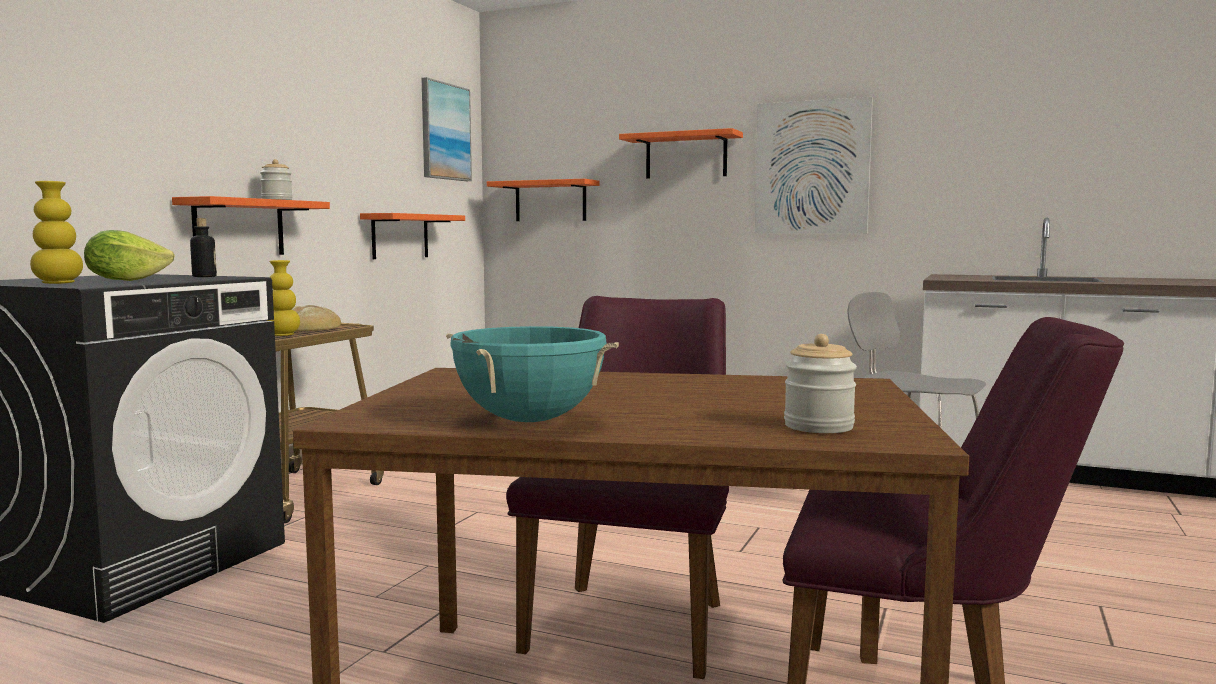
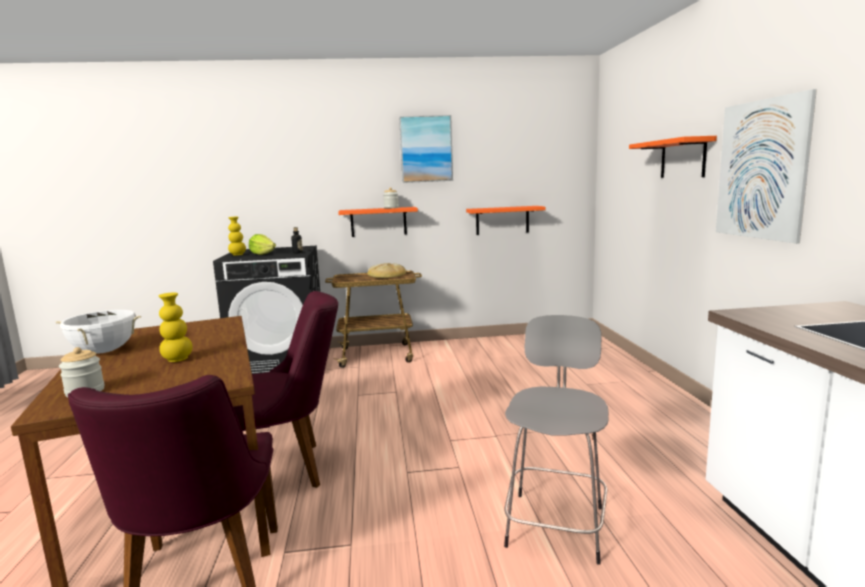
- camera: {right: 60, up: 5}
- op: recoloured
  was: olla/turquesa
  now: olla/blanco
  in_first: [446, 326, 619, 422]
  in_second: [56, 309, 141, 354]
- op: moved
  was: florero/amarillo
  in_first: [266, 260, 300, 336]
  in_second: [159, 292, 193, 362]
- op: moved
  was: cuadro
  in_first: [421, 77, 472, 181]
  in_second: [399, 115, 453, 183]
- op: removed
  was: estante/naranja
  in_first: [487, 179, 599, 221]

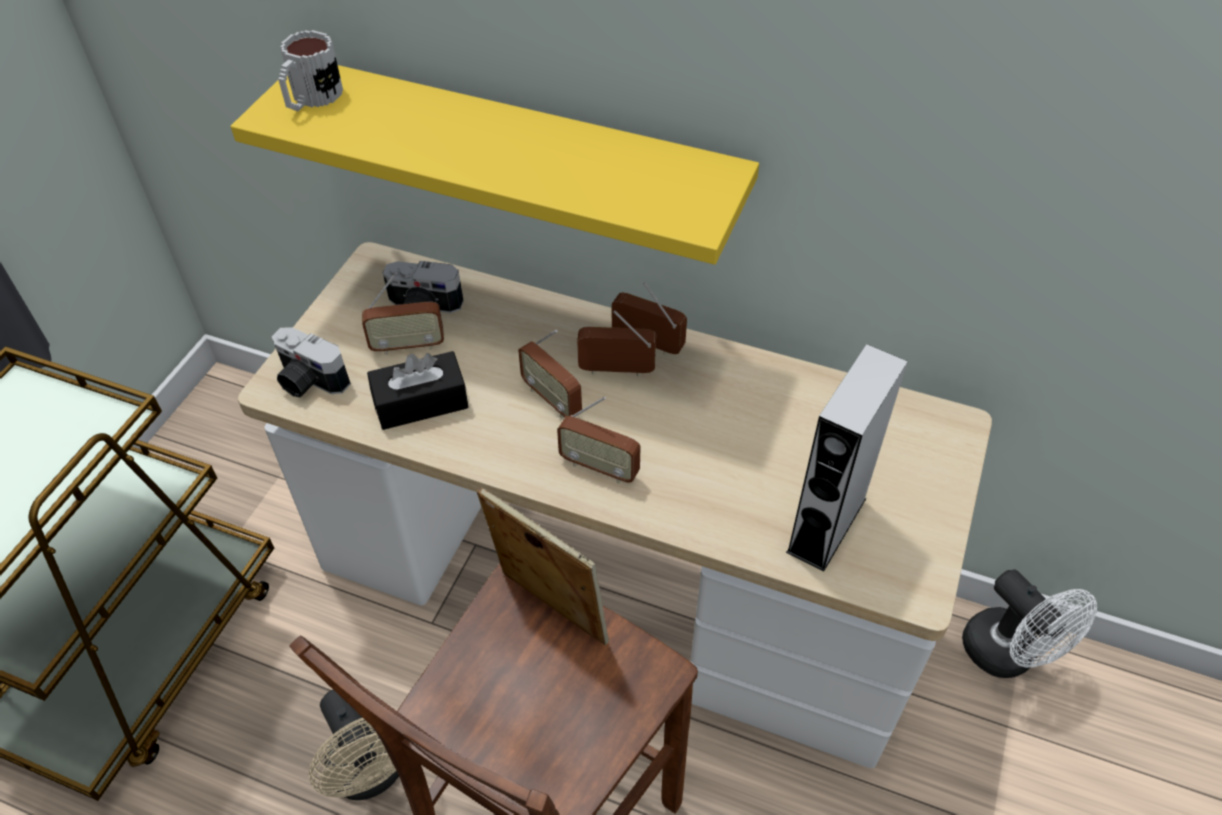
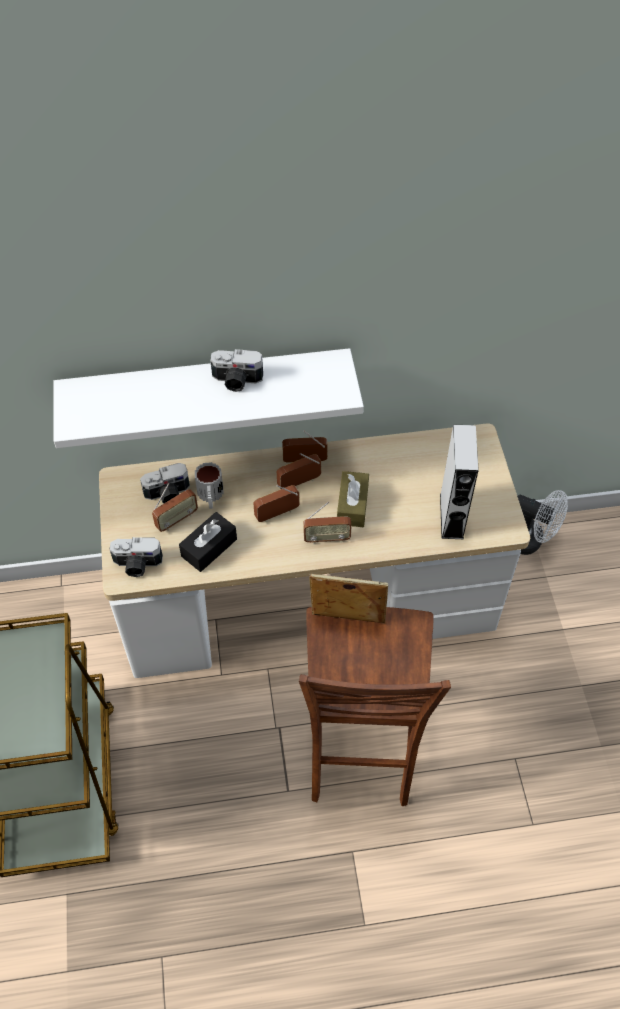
- camera: {right: -30, up: 5}
- op: recoloured
  was: estante/amarillo
  now: estante/blanco
  in_first: [231, 65, 759, 265]
  in_second: [53, 348, 364, 448]
- op: moved
  was: taza grande
  in_first: [278, 30, 343, 111]
  in_second: [195, 462, 224, 509]
- op: added
  now: cámara
  in_second: [210, 349, 263, 392]
- op: turned
  was: radio
  in_first: [518, 330, 582, 418]
  in_second: [253, 485, 300, 522]
  clockwise: 135
- op: added
  now: caja de pañuelos/marrón
  in_second: [337, 471, 369, 527]
- op: removed
  was: ventilador/beis
  in_first: [309, 690, 399, 800]

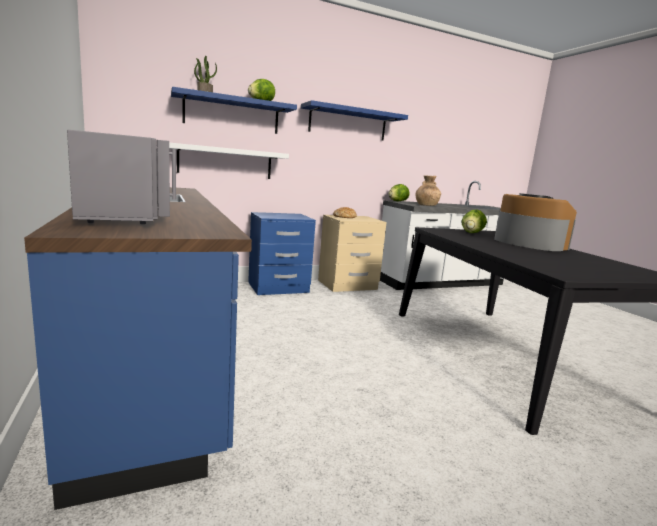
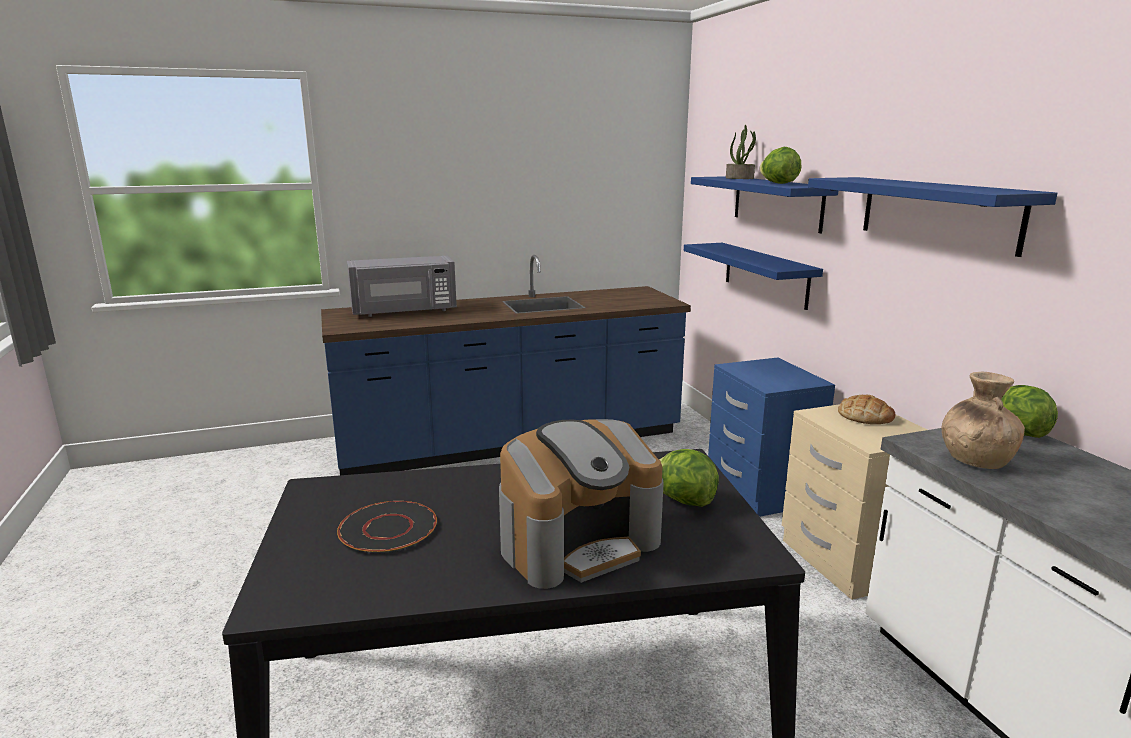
- camera: {right: 95, up: 5}
- op: added
  now: plato/negro
  in_second: [337, 501, 437, 553]
- op: recoloured
  was: estante/blanco
  now: estante/azul
  in_first: [169, 143, 289, 179]
  in_second: [684, 243, 823, 310]

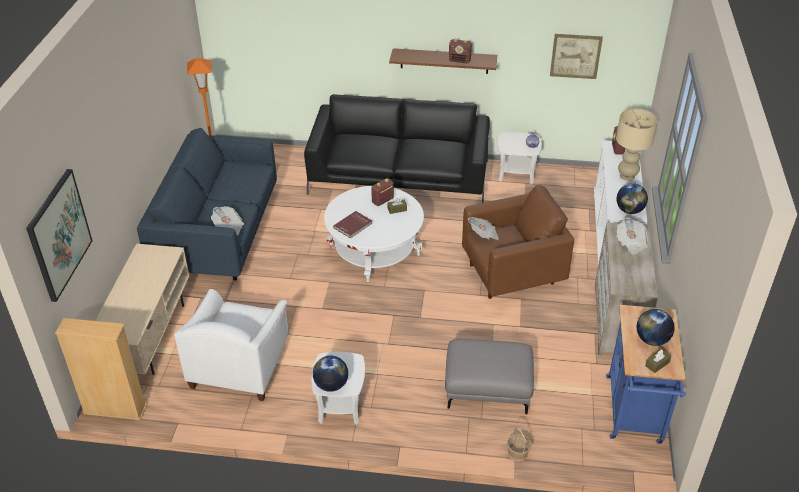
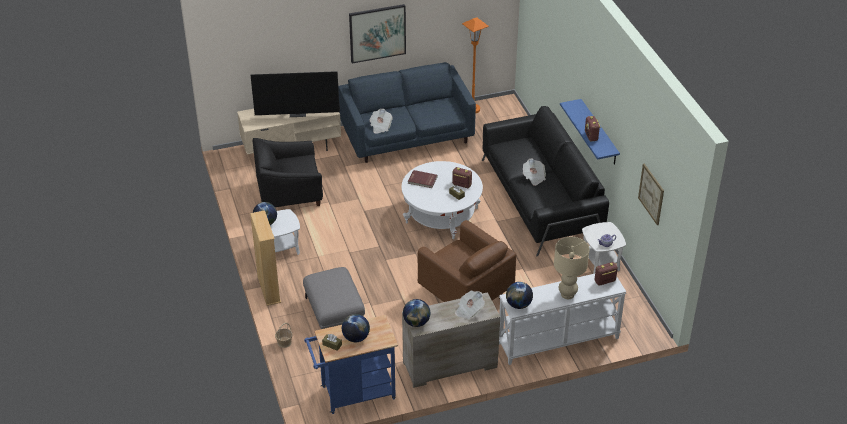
- camera: {right: 65, up: 0}
- op: added
  now: televisor
  in_second: [250, 71, 340, 117]
- op: moved
  was: estantería/beis
  in_first: [55, 318, 147, 420]
  in_second: [250, 210, 281, 306]
- op: recoloured
  was: sillón/blanco
  now: sillón/negro
  in_first: [174, 289, 288, 401]
  in_second: [253, 138, 323, 207]
- op: moved
  was: cuadro
  in_first: [26, 169, 93, 302]
  in_second: [349, 4, 406, 63]
- op: added
  now: globo terráqueo
  in_second: [403, 299, 430, 327]
- op: moved
  was: periódico
  in_first: [468, 217, 499, 240]
  in_second: [523, 158, 546, 186]
- op: recoloured
  was: estante/marrón
  now: estante/azul
  in_first: [389, 48, 497, 74]
  in_second: [560, 99, 620, 165]

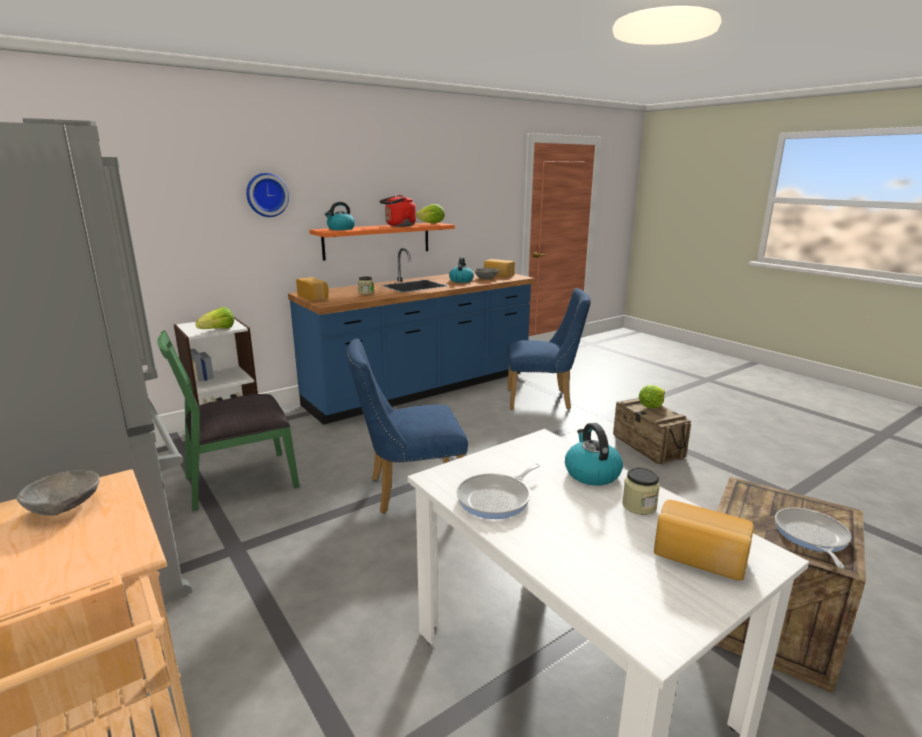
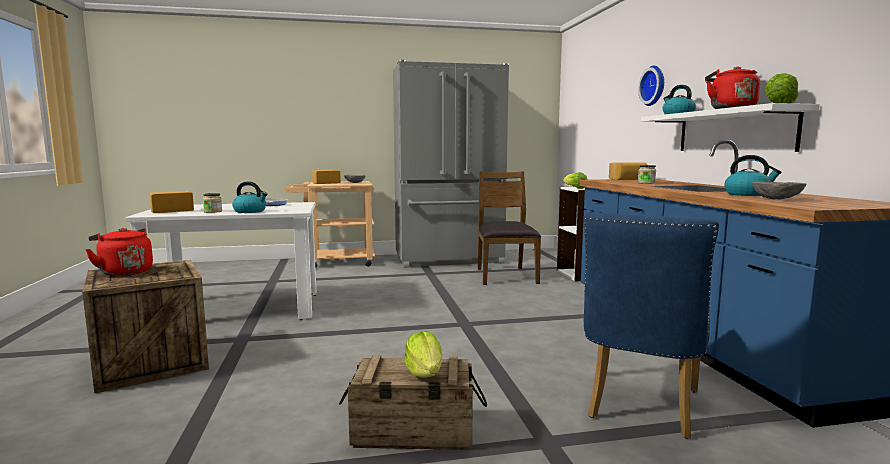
- camera: {right: 115, up: -10}
- op: replaced
  was: sartén
  now: hervidor/rojo
  in_first: [775, 508, 852, 569]
  in_second: [85, 228, 153, 276]
- op: moved
  was: pan
  in_first: [484, 259, 515, 277]
  in_second: [312, 170, 341, 184]
- op: recoloured
  was: silla/verde
  now: silla/marrón
  in_first: [157, 330, 299, 511]
  in_second: [478, 171, 541, 285]
- op: recoloured
  was: estante/naranja
  now: estante/blanco
  in_first: [309, 223, 455, 261]
  in_second: [641, 103, 820, 152]
- op: removed
  was: silla/azul
  in_first: [347, 338, 468, 514]

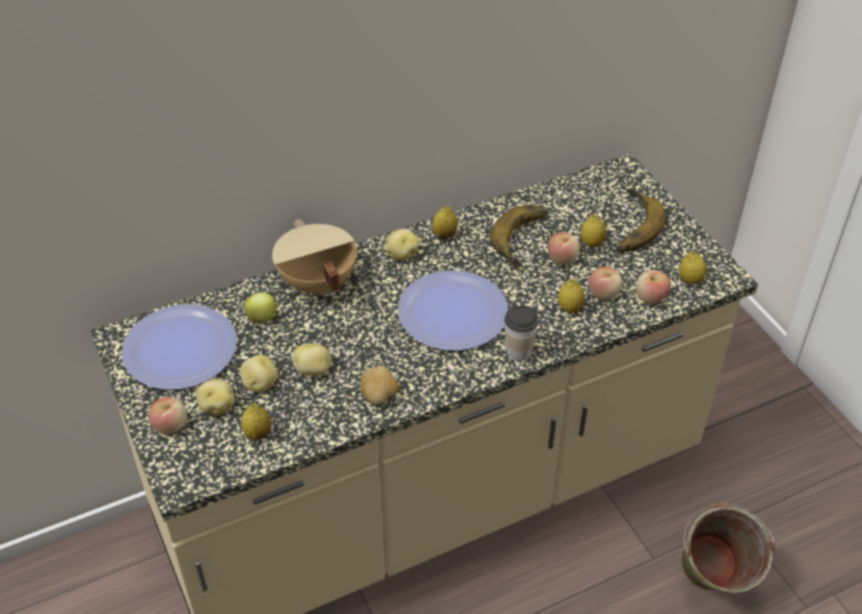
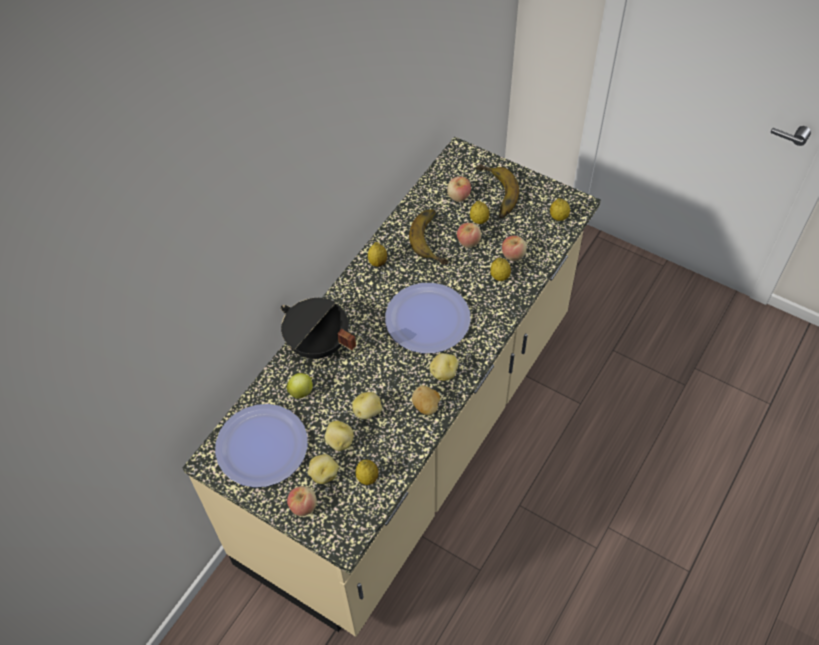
- camera: {right: -30, up: 10}
- op: recoloured
  was: olla/beis
  now: olla/negro
  in_first: [272, 219, 357, 295]
  in_second: [281, 298, 356, 359]
- op: moved
  was: patata
  in_first: [385, 229, 419, 260]
  in_second: [429, 353, 459, 381]
- op: moved
  was: manzana
  in_first: [636, 270, 670, 304]
  in_second: [447, 176, 471, 202]
- op: removed
  was: taza
  in_first: [504, 306, 538, 361]
- op: removed
  was: cubo/verde
  in_first: [680, 503, 776, 593]

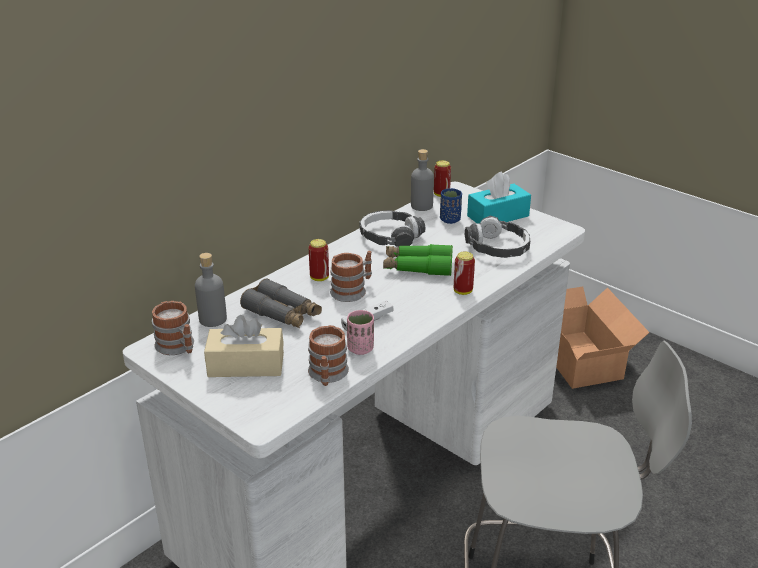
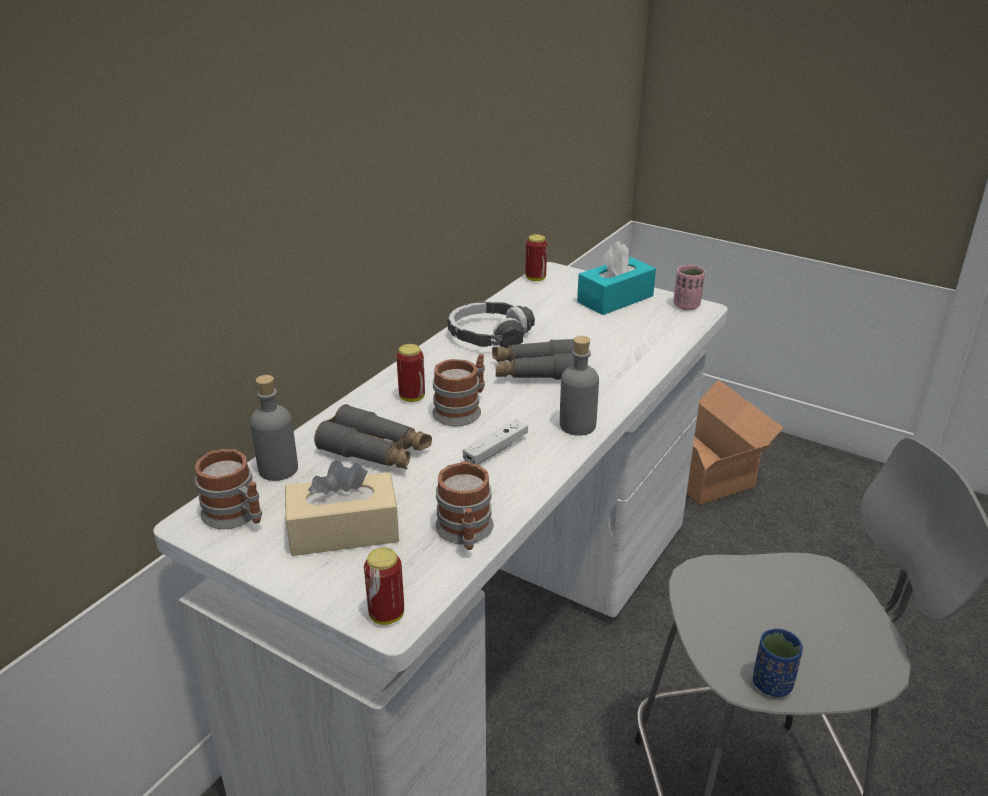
- camera: {right: -10, up: 0}
- op: moved
  was: lata
  in_first: [454, 251, 475, 295]
  in_second: [364, 547, 404, 625]
- op: recoloured
  was: prismáticos/verde
  now: prismáticos/gris
  in_first: [383, 244, 453, 276]
  in_second: [492, 339, 574, 380]
- op: moved
  was: botella/gris
  in_first: [411, 149, 434, 211]
  in_second: [560, 336, 599, 436]
- op: moved
  was: taza/rosa
  in_first: [347, 310, 374, 355]
  in_second: [674, 265, 705, 310]
- op: moved
  was: taza/azul
  in_first: [440, 188, 462, 224]
  in_second: [753, 628, 803, 697]
- op: removed
  was: auriculares
  in_first: [465, 215, 531, 258]

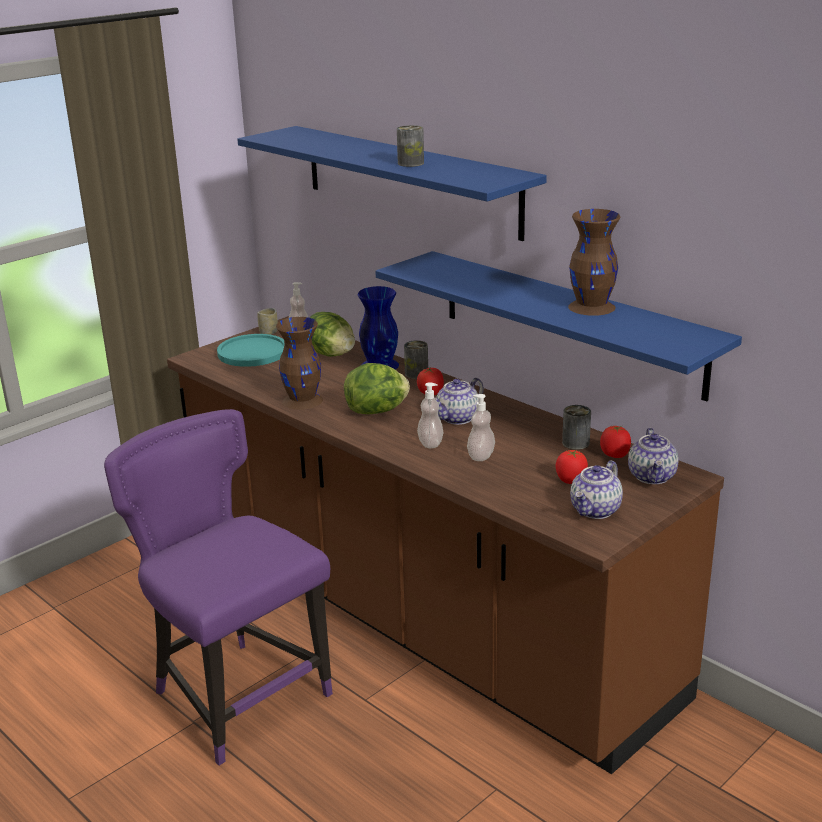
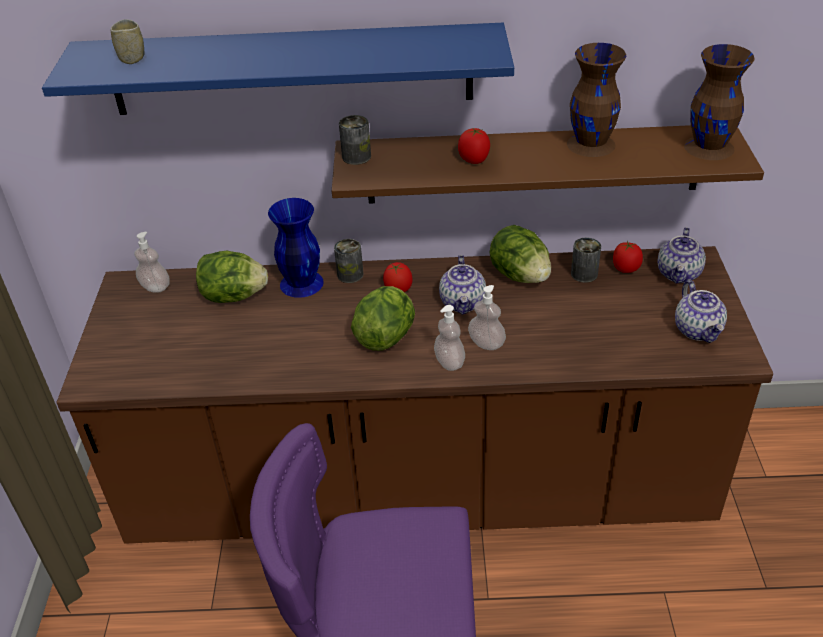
- camera: {right: -45, up: 15}
- op: moved
  was: taza
  in_first: [257, 308, 278, 335]
  in_second: [111, 19, 144, 64]
- op: recoloured
  was: estante/azul
  now: estante/marrón
  in_first: [375, 251, 742, 401]
  in_second: [332, 125, 764, 204]
- op: moved
  was: lata
  in_first: [397, 125, 424, 167]
  in_second: [339, 115, 371, 165]
- op: moved
  was: dispensador de jabón
  in_first: [467, 394, 495, 461]
  in_second: [434, 305, 465, 371]
- op: moved
  was: tomate
  in_first: [556, 450, 588, 484]
  in_second: [458, 128, 490, 164]
- op: added
  now: lechuga
  in_second: [490, 225, 551, 283]
- op: turned
  was: tetera
  in_first: [628, 428, 678, 484]
  in_second: [658, 227, 706, 284]
  clockwise: 60
- op: moved
  was: florero/marrón
  in_first: [276, 317, 323, 410]
  in_second: [684, 44, 755, 160]
- op: removed
  was: plato/turquesa
  in_first: [217, 334, 284, 367]

